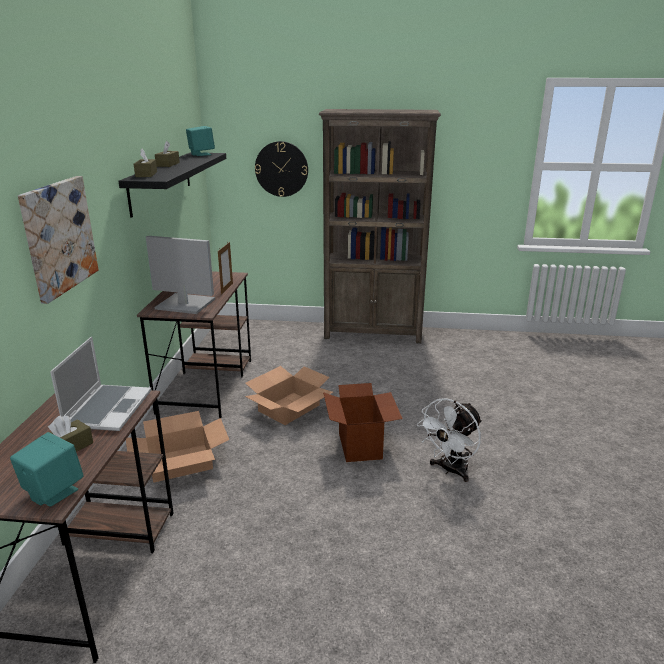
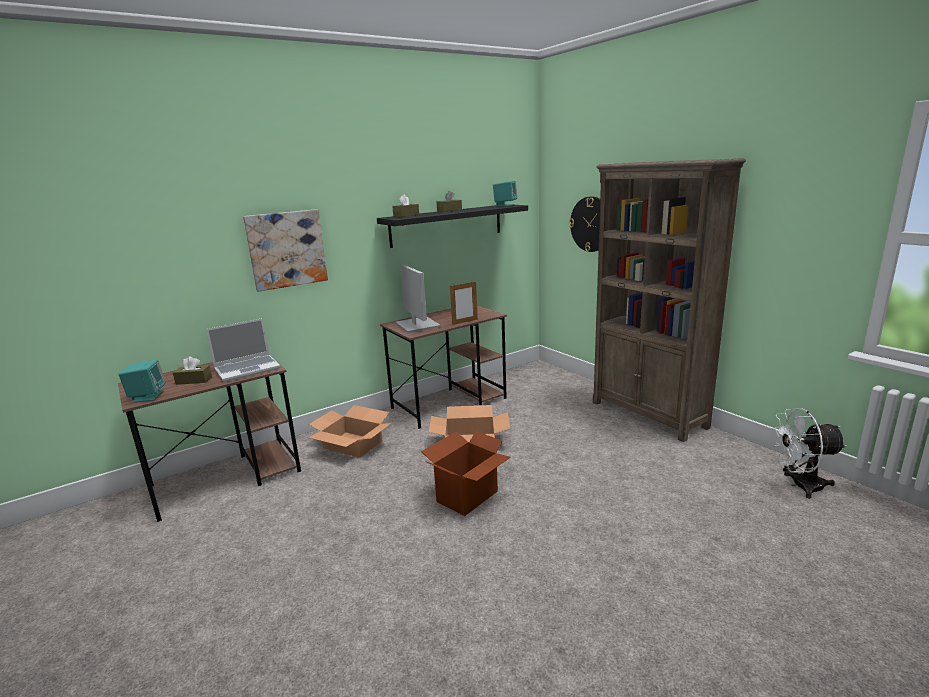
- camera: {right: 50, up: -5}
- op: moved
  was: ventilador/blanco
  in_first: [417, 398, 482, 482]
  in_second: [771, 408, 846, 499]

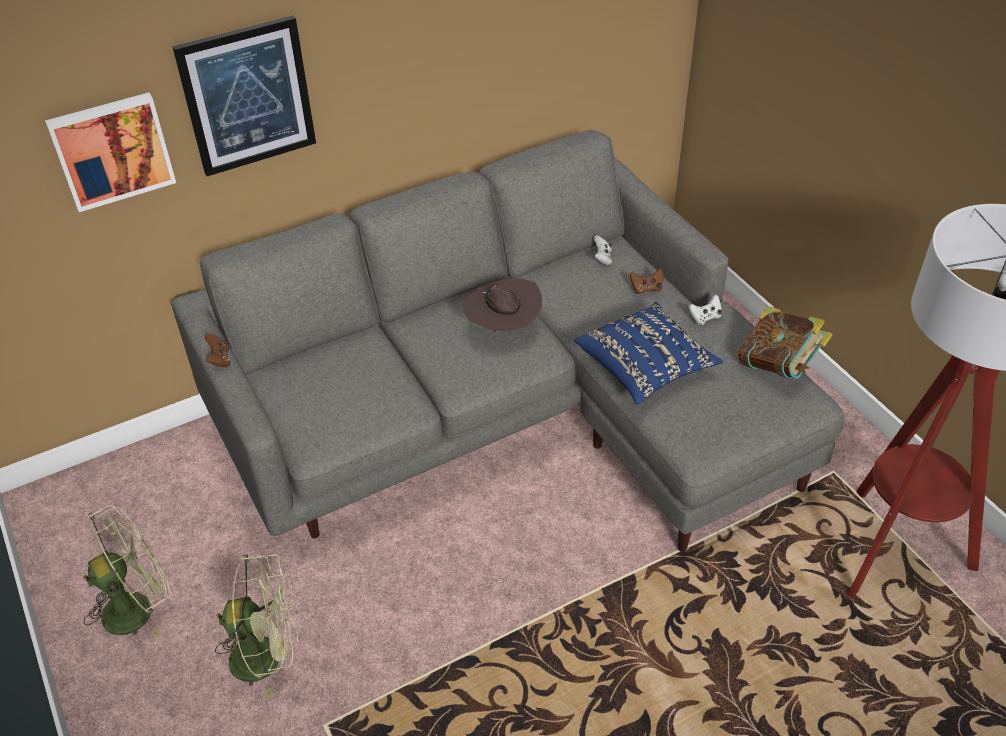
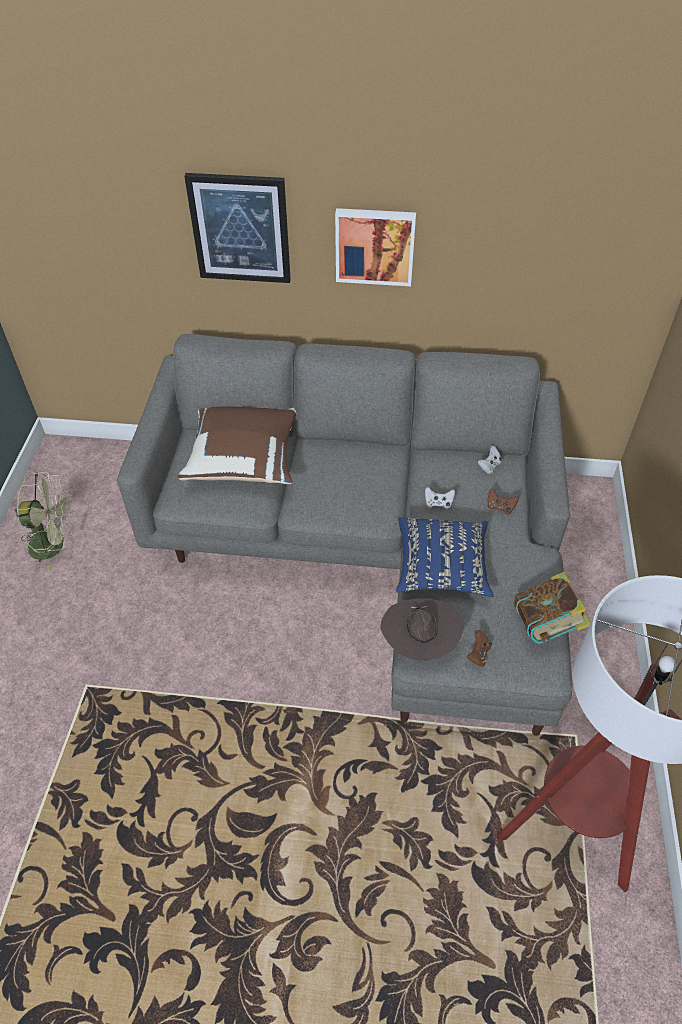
- camera: {right: 35, up: 5}
- op: added
  now: cojín/marrón
  in_second: [178, 406, 296, 484]
- op: moved
  was: cuadro
  in_first: [45, 92, 176, 212]
  in_second: [335, 208, 416, 286]
- op: moved
  was: sombrero/marrón
  in_first: [463, 278, 542, 332]
  in_second: [380, 599, 465, 661]
- op: moved
  was: mando de consola/blanco
  in_first: [688, 294, 722, 325]
  in_second: [425, 487, 455, 509]
- op: moved
  was: mando de consola/marrón
  in_first: [205, 334, 230, 367]
  in_second: [467, 630, 492, 667]
- op: removed
  was: ventilador/verde
  in_first: [215, 554, 298, 700]

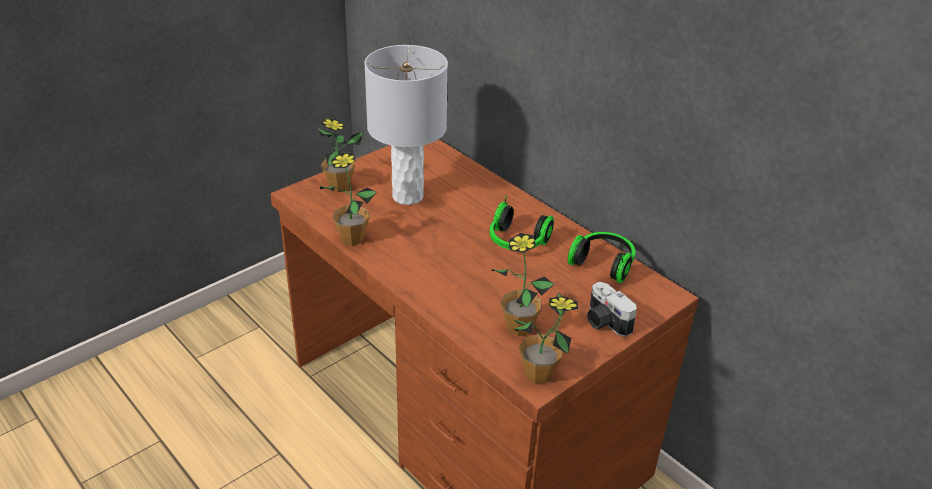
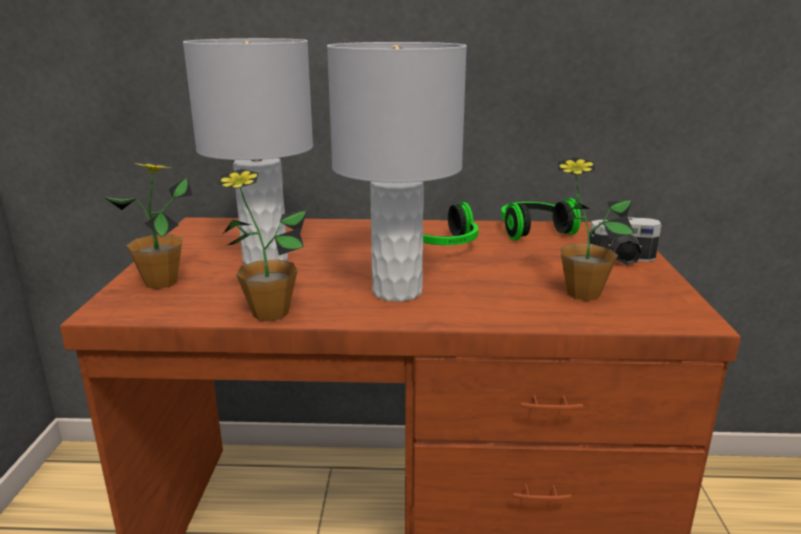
- camera: {right: -45, up: -15}
- op: added
  now: lámpara de mesa/gris
  in_second: [327, 42, 467, 302]
- op: removed
  was: planta en maceta
  in_first: [514, 293, 578, 384]

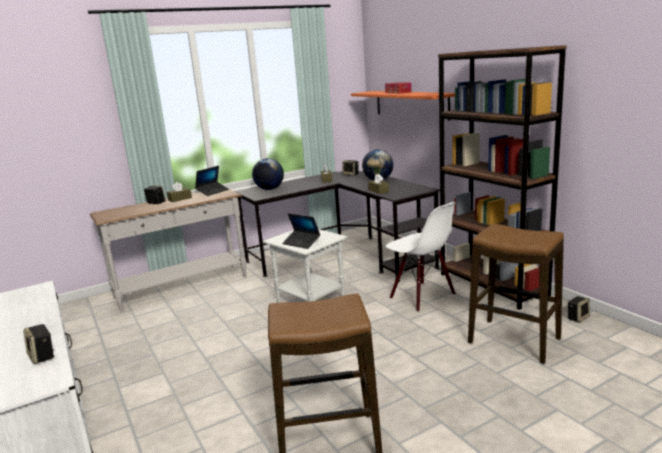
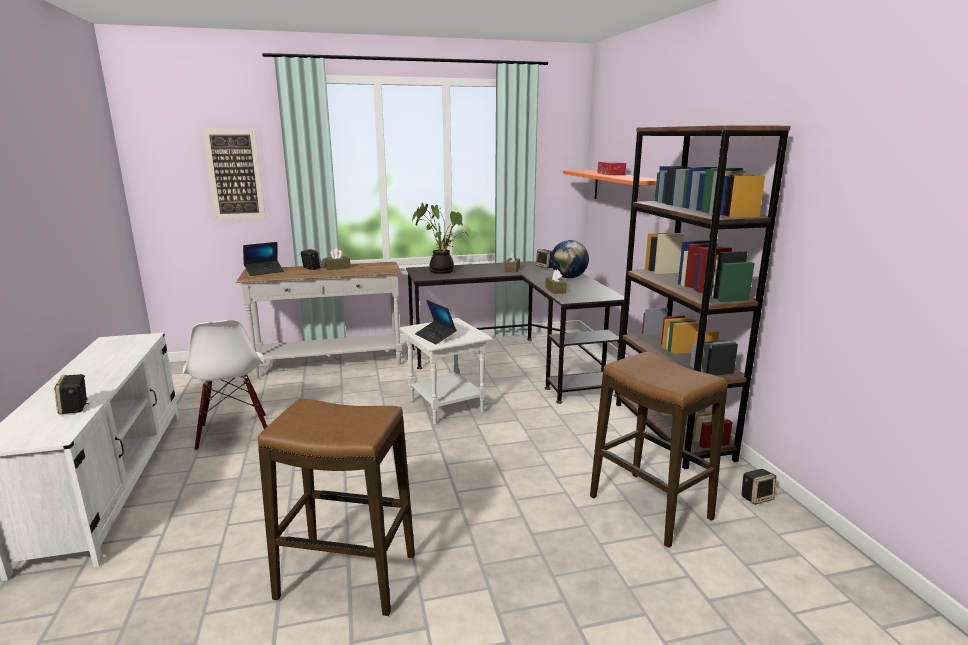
- camera: {right: 15, up: 0}
- op: moved
  was: silla/blanco
  in_first: [385, 202, 456, 312]
  in_second: [183, 320, 267, 451]
- op: added
  now: cuadro
  in_second: [202, 129, 266, 219]
- op: moved
  was: portátil
  in_first: [195, 166, 229, 196]
  in_second: [243, 242, 284, 276]
- op: replaced
  was: globo terráqueo
  now: planta en maceta
  in_first: [252, 158, 284, 190]
  in_second: [412, 203, 469, 274]

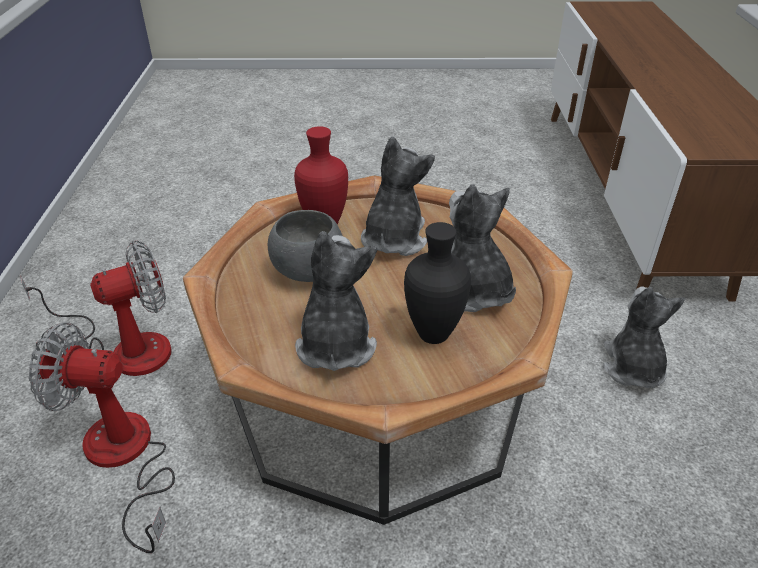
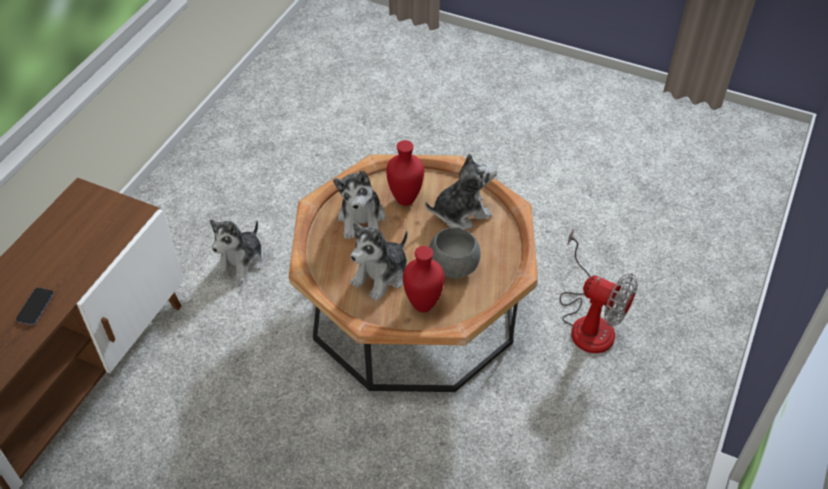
- camera: {right: -155, up: 10}
- op: added
  now: móvil
  in_second: [16, 288, 54, 325]
- op: recoloured
  was: florero/negro
  now: florero/rojo
  in_first: [404, 222, 471, 344]
  in_second: [386, 140, 424, 206]
- op: turned
  was: peluche
  in_first: [295, 231, 377, 371]
  in_second: [425, 153, 497, 229]
  clockwise: -135
- op: removed
  was: ventilador
  in_first: [21, 241, 172, 376]

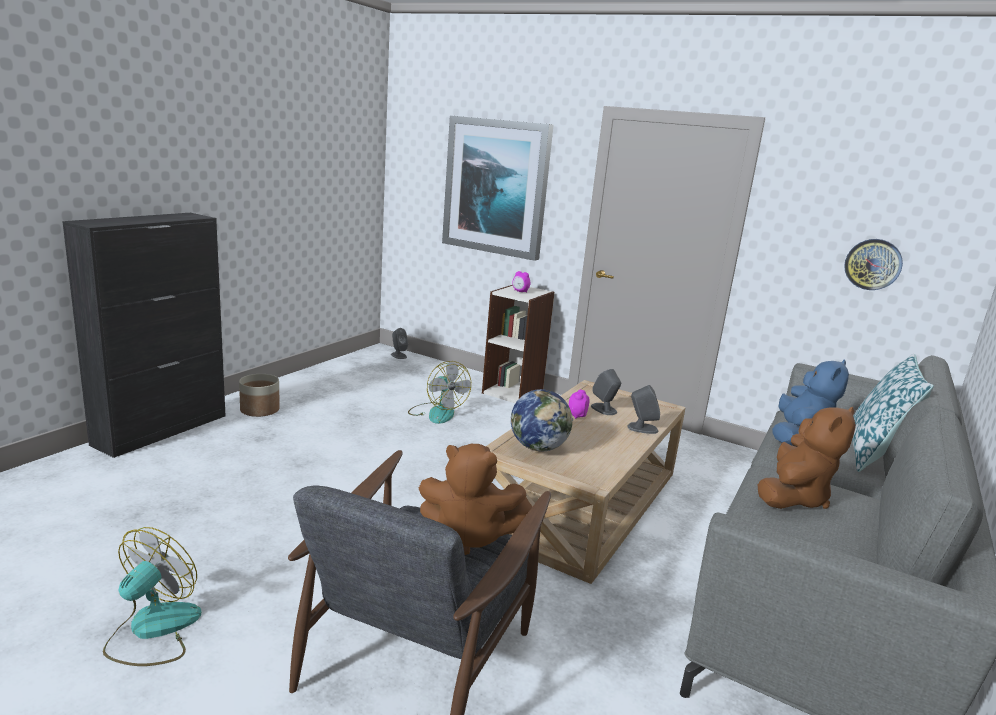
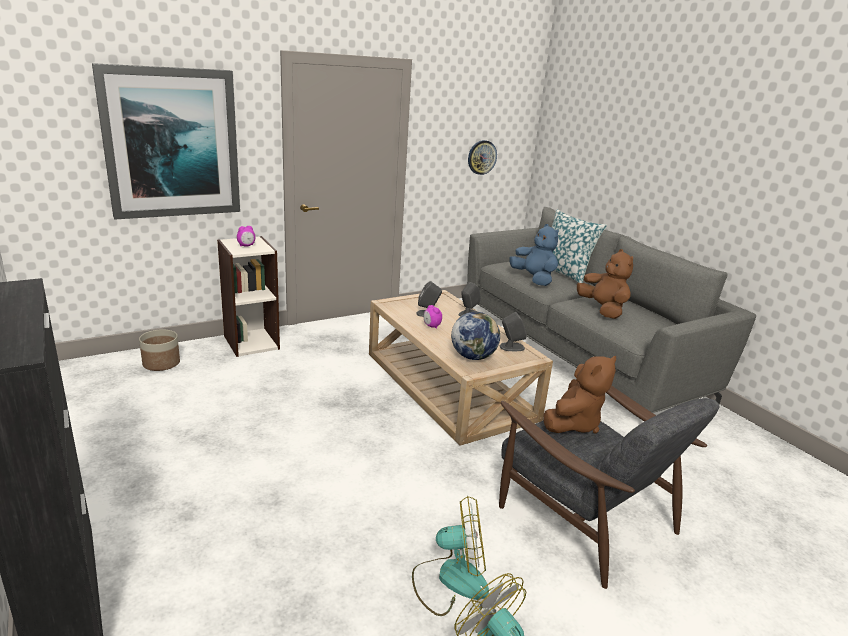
- camera: {right: -60, up: 5}
- op: moved
  was: maceta
  in_first: [239, 374, 280, 417]
  in_second: [139, 329, 180, 371]
- op: moved
  was: ventilador
  in_first: [408, 361, 471, 424]
  in_second: [412, 496, 489, 616]
- op: moved
  was: altavoz/gris
  in_first: [391, 328, 408, 359]
  in_second: [500, 312, 527, 351]

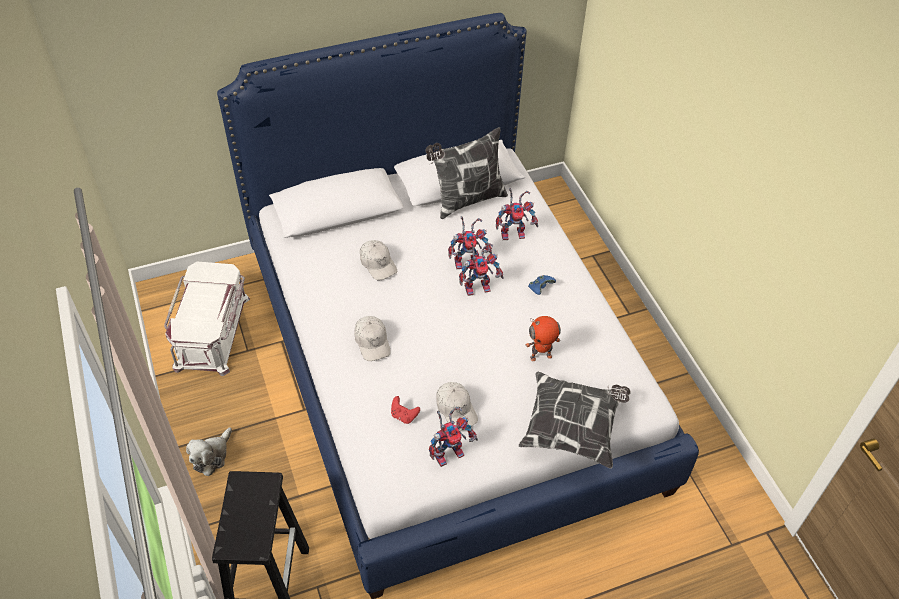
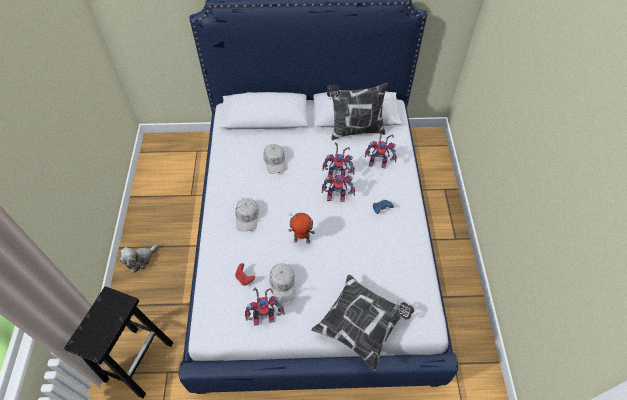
- camera: {right: 20, up: 5}
- op: moved
  was: robot de juguete
  in_first: [525, 316, 561, 361]
  in_second: [288, 212, 315, 244]
- op: removed
  was: caja de almacenaje/blanco
  in_first: [164, 262, 250, 376]

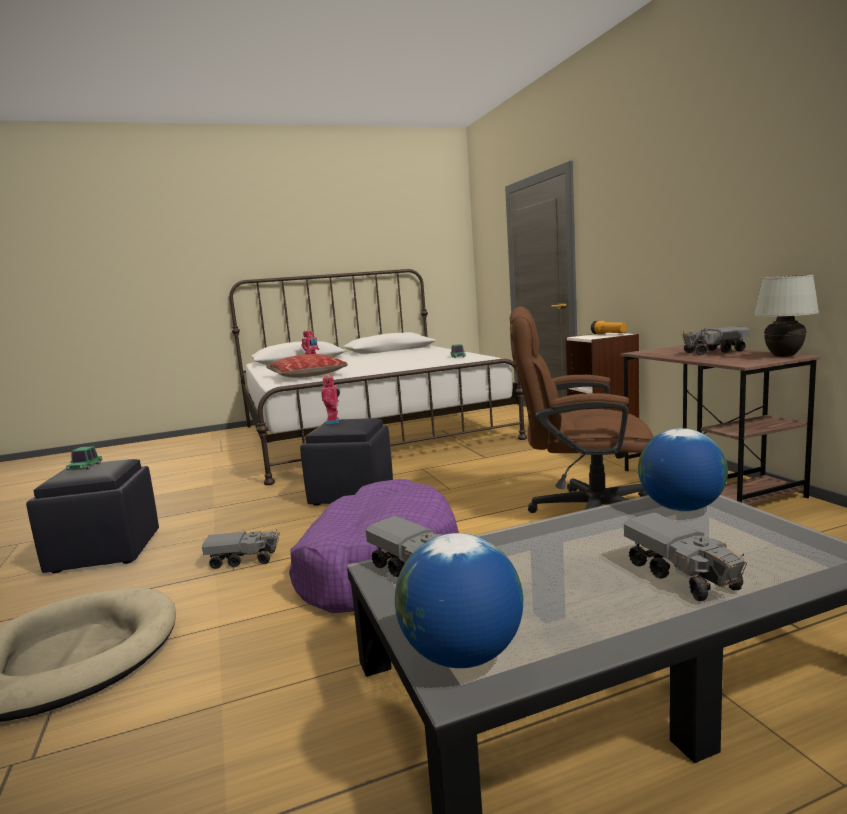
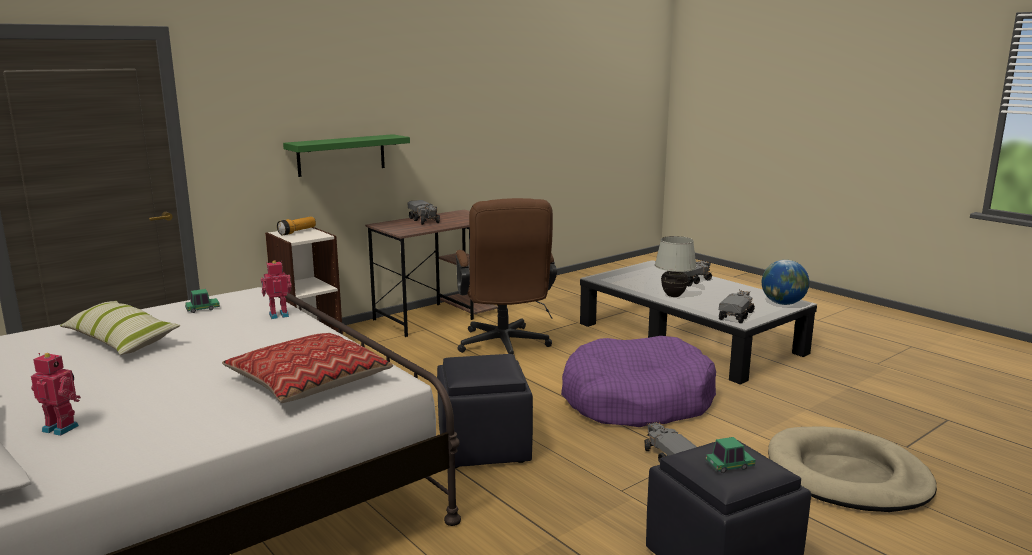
- camera: {right: -110, up: 5}
- op: added
  now: cojín
  in_second: [60, 301, 180, 355]
- op: moved
  was: robot de juguete
  in_first: [321, 375, 340, 424]
  in_second: [261, 260, 292, 319]
- op: added
  now: estante/verde
  in_second: [283, 134, 410, 177]
- op: moved
  was: lámpara de mesa/blanco
  in_first: [754, 274, 819, 357]
  in_second: [655, 236, 697, 297]
- op: removed
  was: globo terráqueo
  in_first: [638, 428, 728, 511]

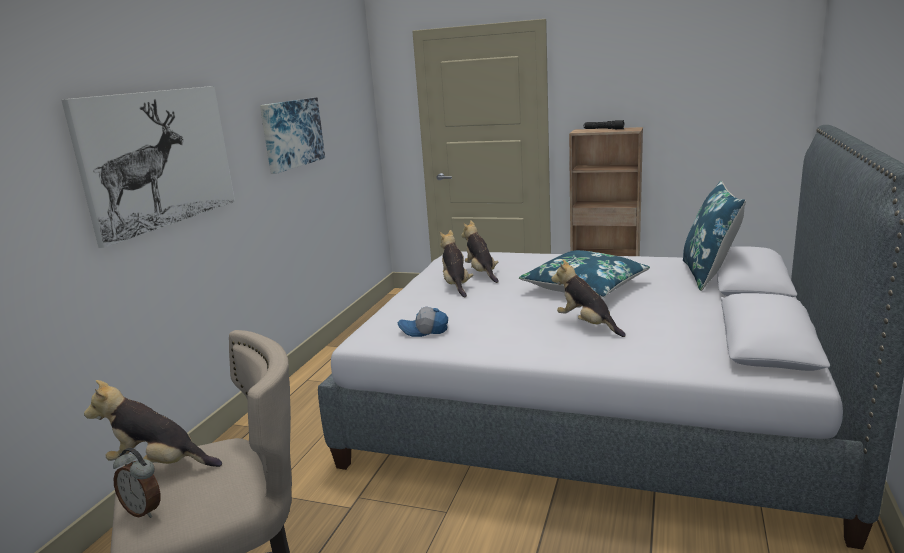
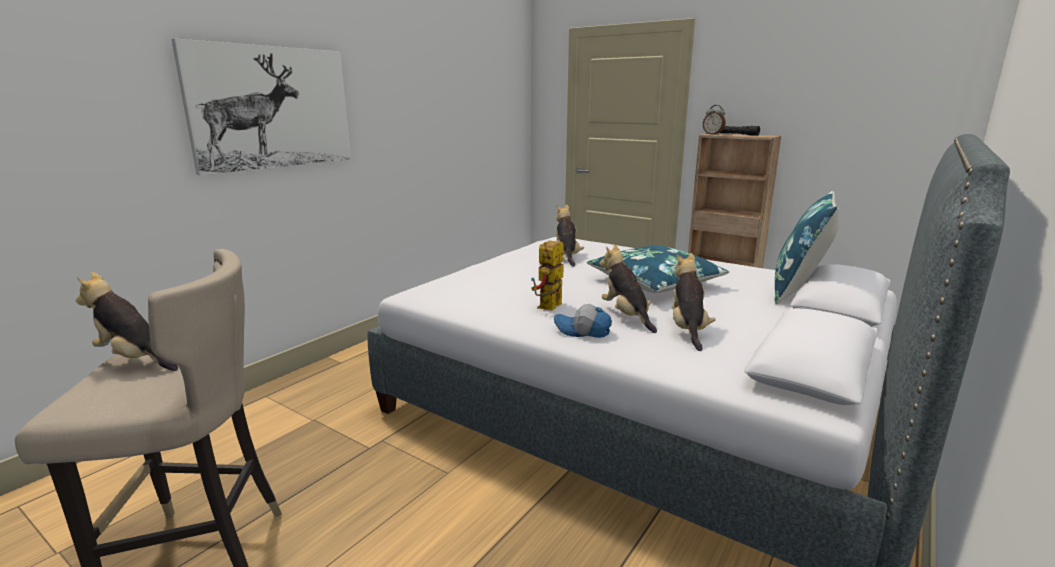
- camera: {right: 15, up: 0}
- op: added
  now: robot de juguete
  in_second: [531, 241, 564, 311]
- op: moved
  was: gorra
  in_first: [398, 307, 448, 337]
  in_second: [554, 304, 612, 338]
- op: moved
  was: peluche
  in_first: [440, 230, 473, 297]
  in_second: [672, 253, 716, 351]
- op: moved
  was: despertador
  in_first: [113, 448, 161, 518]
  in_second: [703, 105, 725, 135]
- op: removed
  was: cuadro
  in_first: [260, 97, 325, 174]

